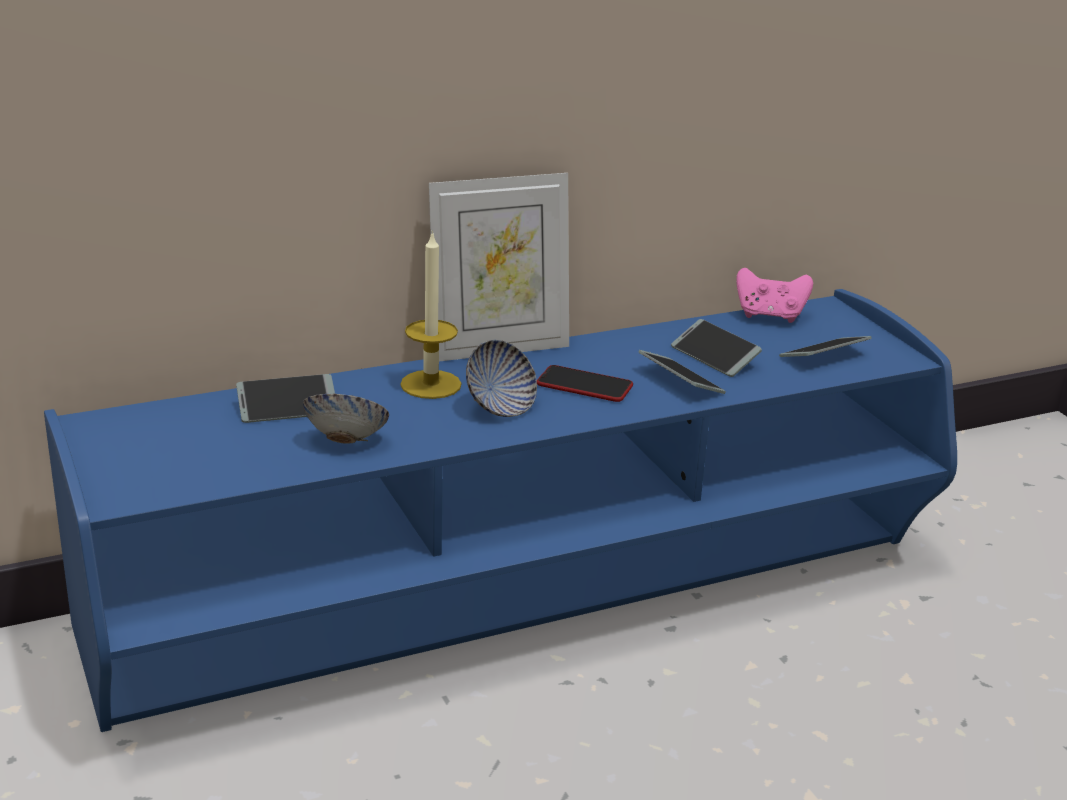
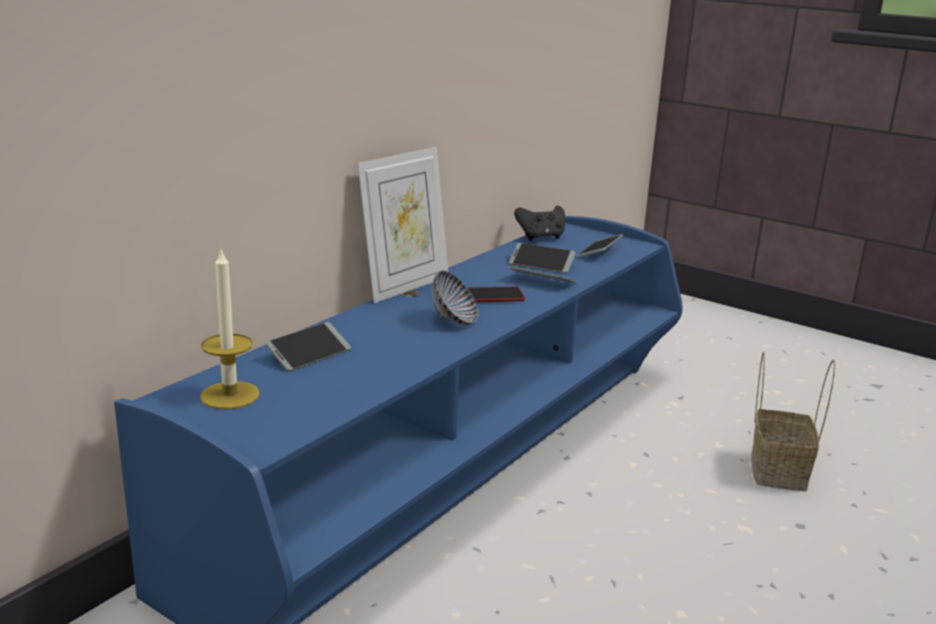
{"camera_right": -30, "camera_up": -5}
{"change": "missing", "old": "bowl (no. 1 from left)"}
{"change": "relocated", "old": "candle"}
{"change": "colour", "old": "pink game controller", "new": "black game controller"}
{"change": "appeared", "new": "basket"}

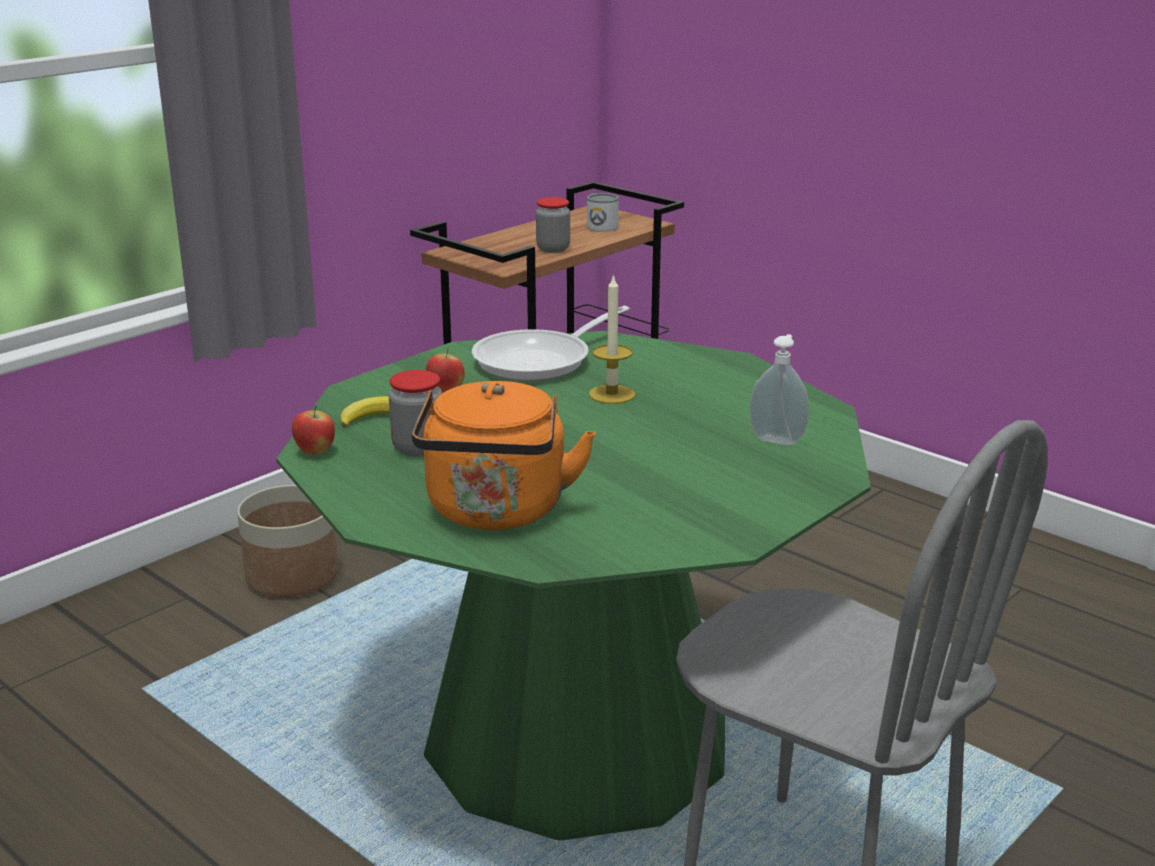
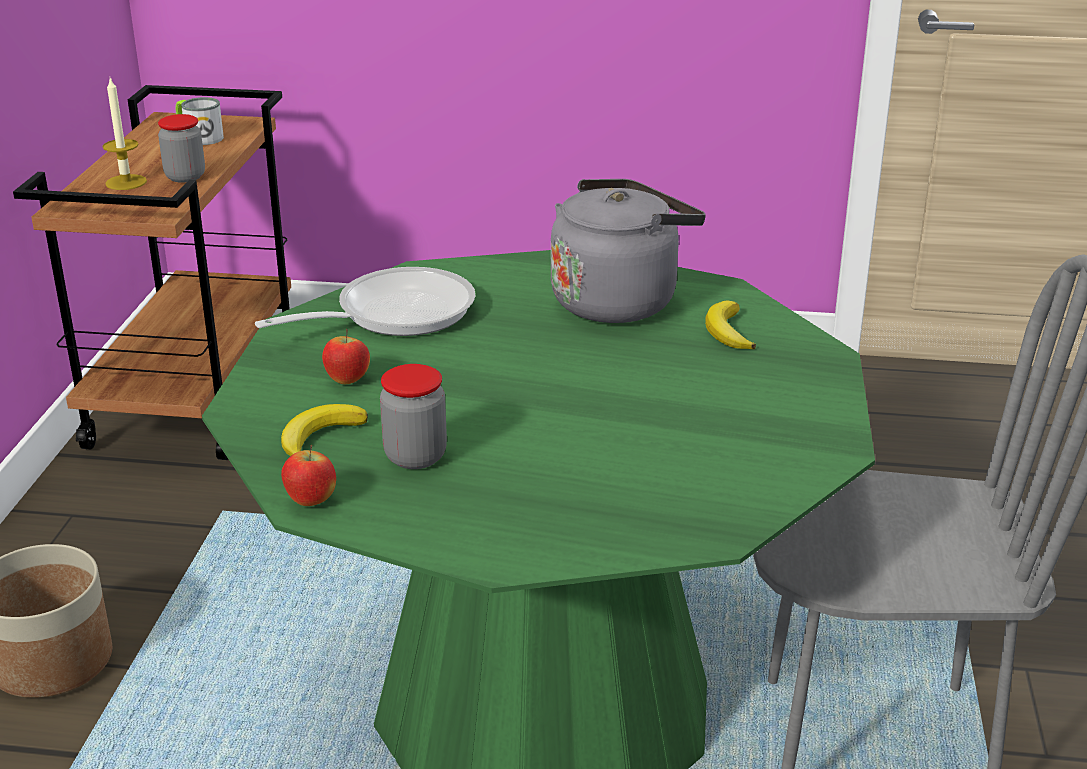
{"camera_right": -35, "camera_up": 5}
{"change": "missing", "old": "orange kettle"}
{"change": "spun", "old": "frying pan", "degrees": -135}
{"change": "relocated", "old": "candle"}
{"change": "exchanged", "old": "soap dispenser", "new": "banana (no. 2 from left)"}
{"change": "appeared", "new": "grey kettle"}

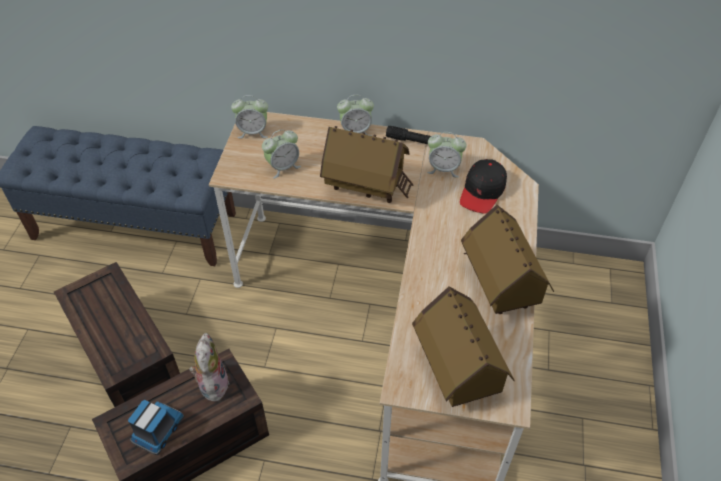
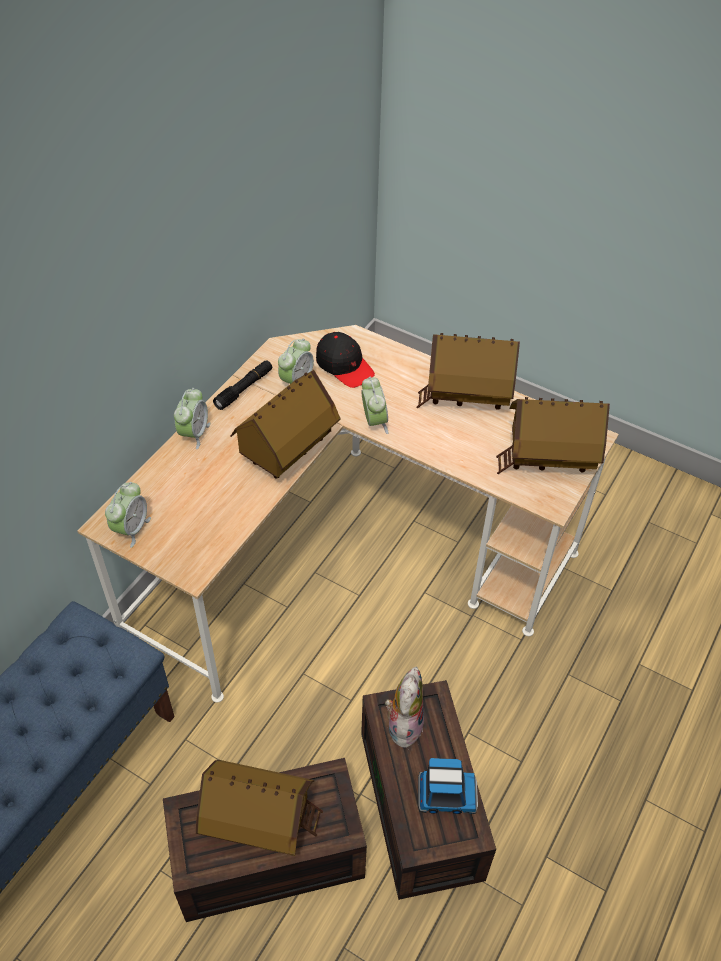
{"camera_right": -70, "camera_up": 0}
{"change": "spun", "old": "toy truck", "degrees": 135}
{"change": "spun", "old": "plush toy", "degrees": 90}
{"change": "relocated", "old": "alarm clock (no. 2 from left in the first image)", "new": "alarm clock (no. 4 from left)"}
{"change": "appeared", "new": "toy house (no. 1 from left)"}

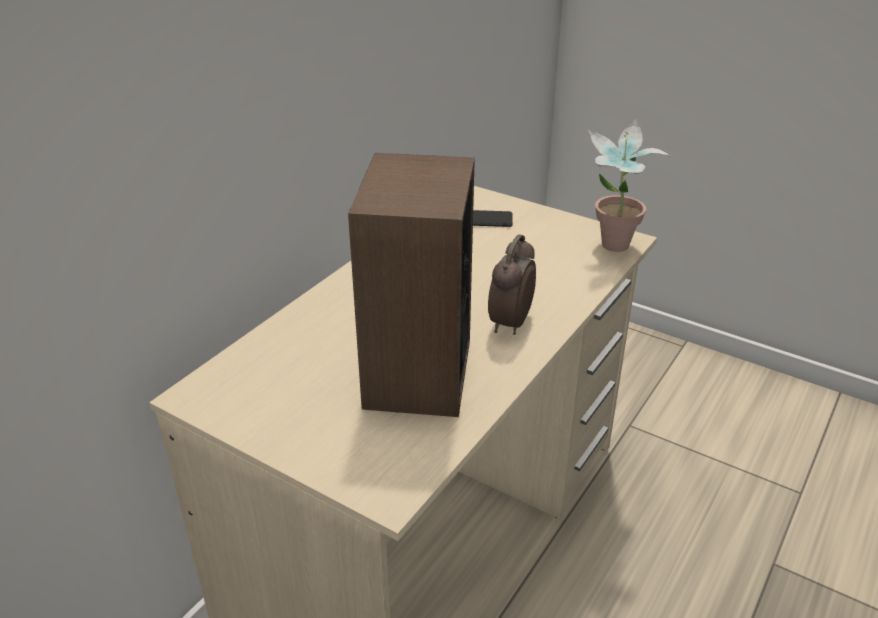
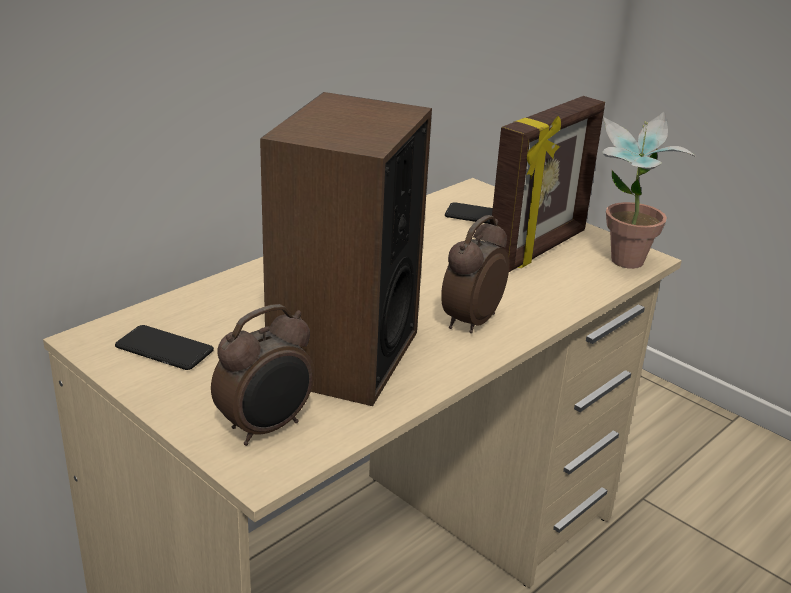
{"camera_right": 10, "camera_up": -5}
{"change": "appeared", "new": "phone (no. 1 from left)"}
{"change": "appeared", "new": "alarm clock (no. 1 from left)"}
{"change": "appeared", "new": "picture frame"}

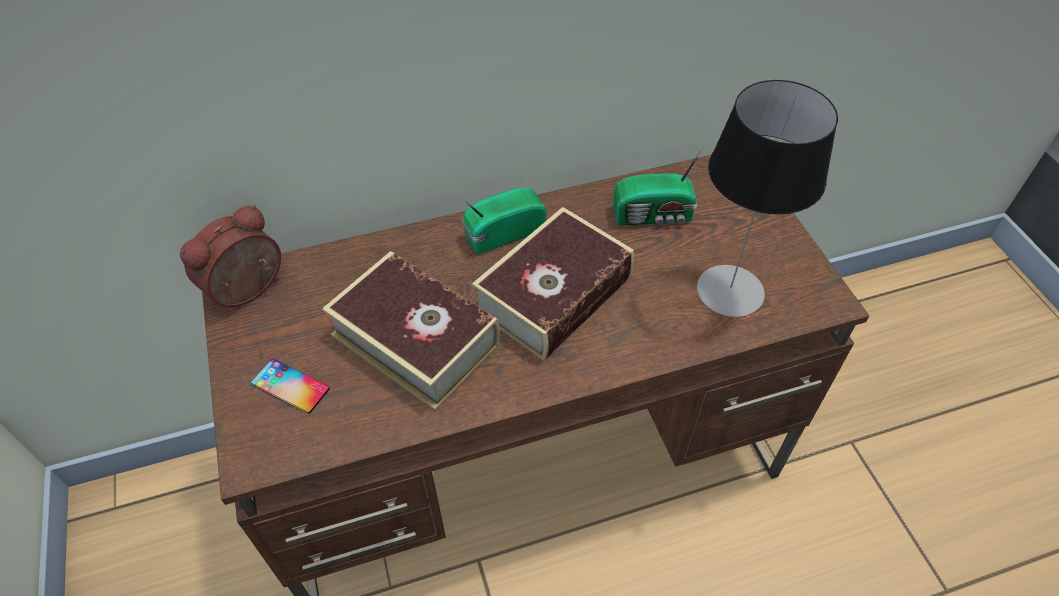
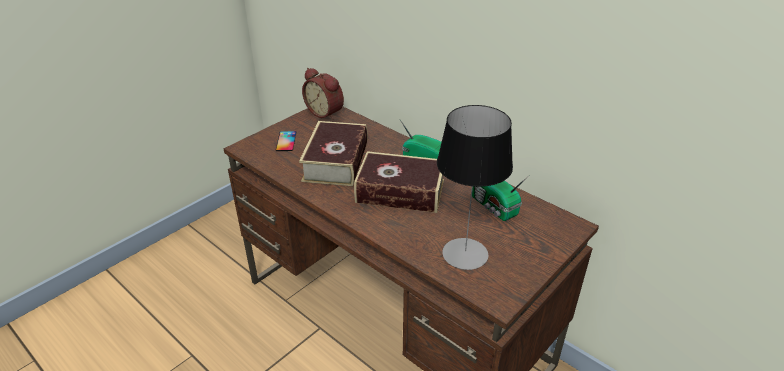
{"camera_right": 60, "camera_up": -15}
{"change": "spun", "old": "alarm clock", "degrees": -150}

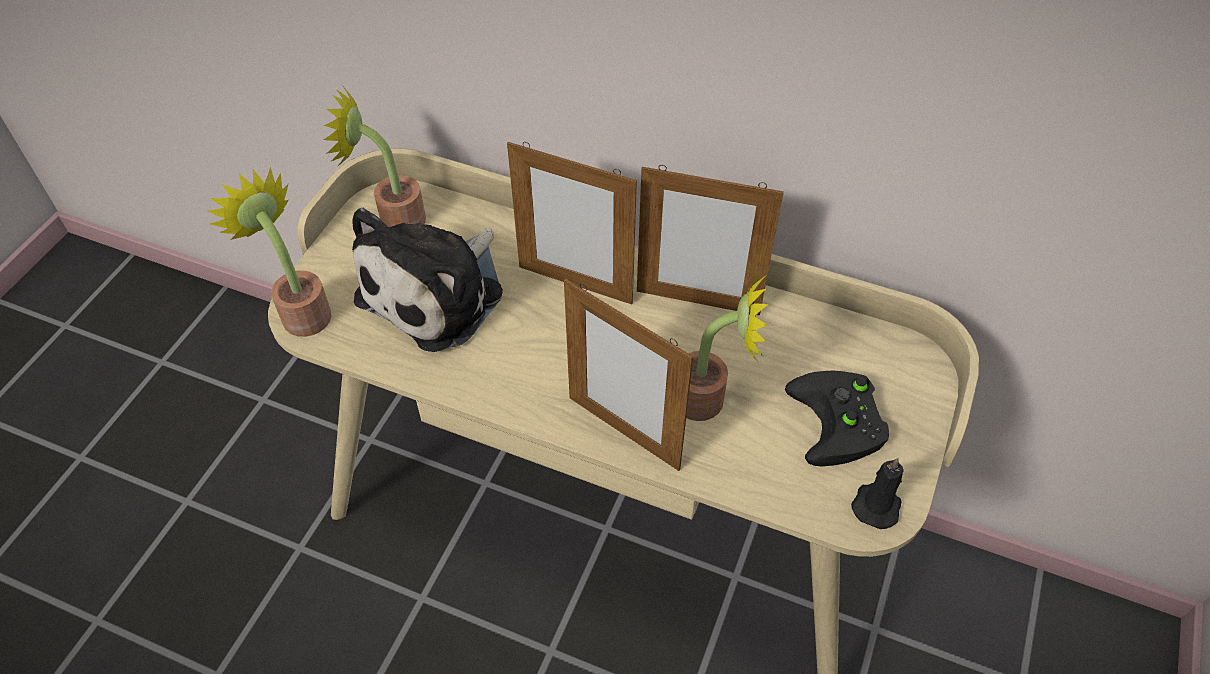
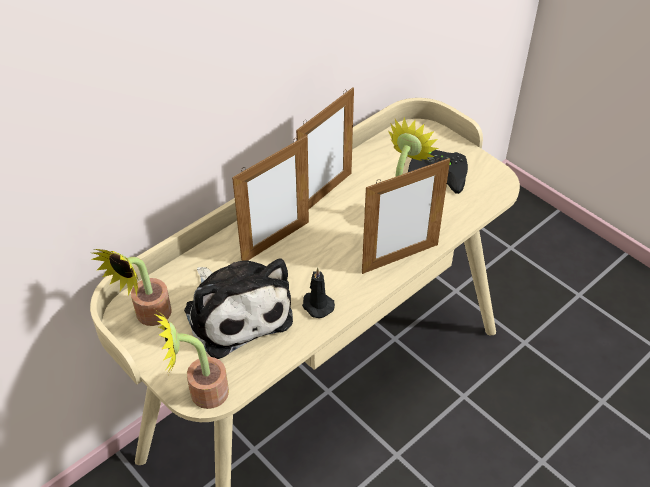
{"camera_right": -65, "camera_up": -5}
{"change": "relocated", "old": "black candle"}

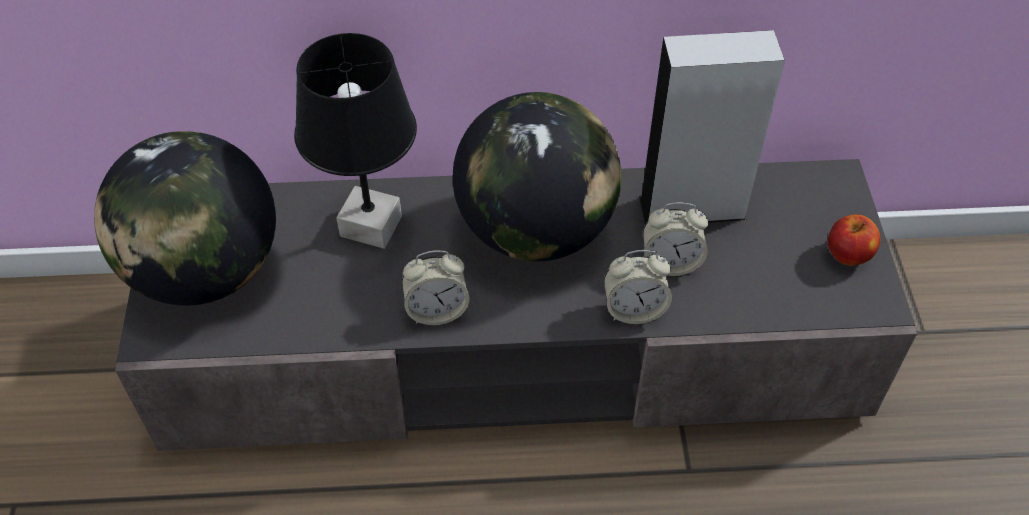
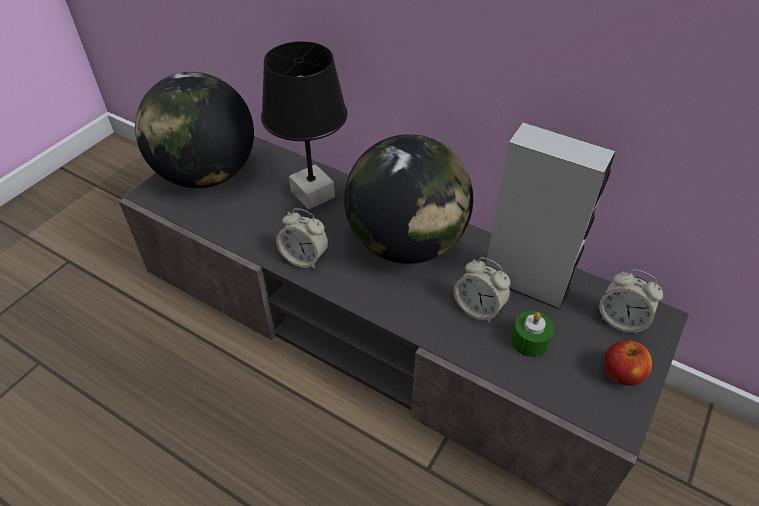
{"camera_right": 35, "camera_up": -5}
{"change": "relocated", "old": "alarm clock (no. 2 from left in the first image)", "new": "alarm clock (no. 3 from left)"}
{"change": "appeared", "new": "green candle"}

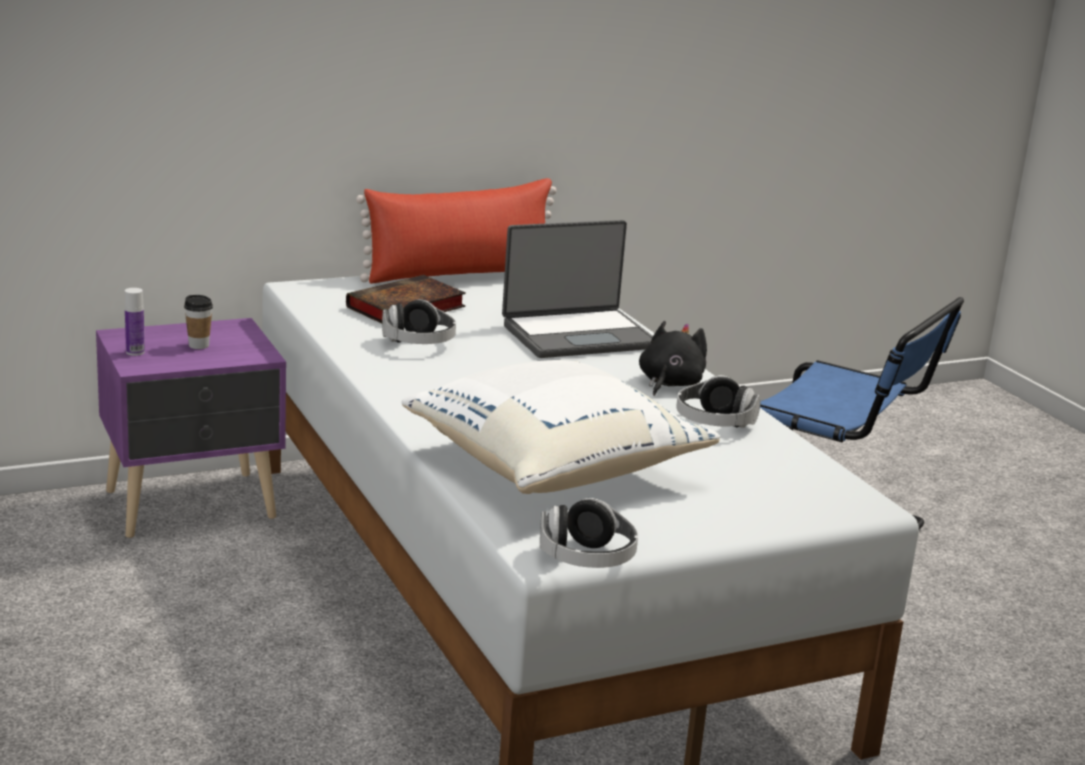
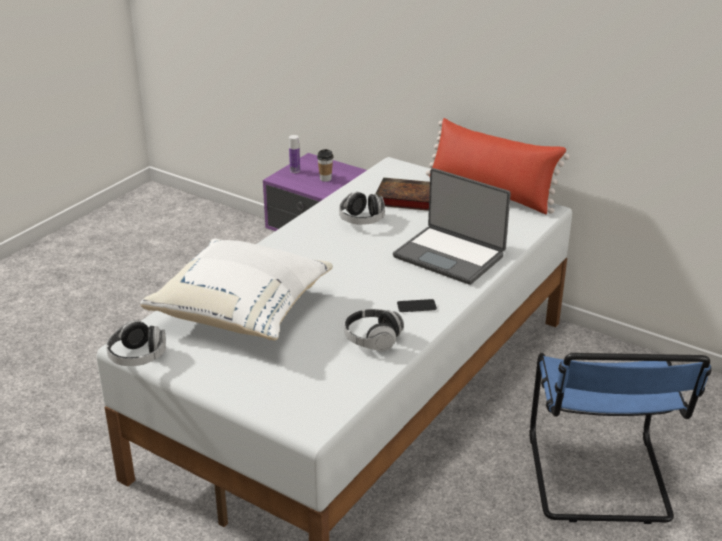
{"camera_right": 60, "camera_up": 10}
{"change": "exchanged", "old": "black plush toy", "new": "phone"}

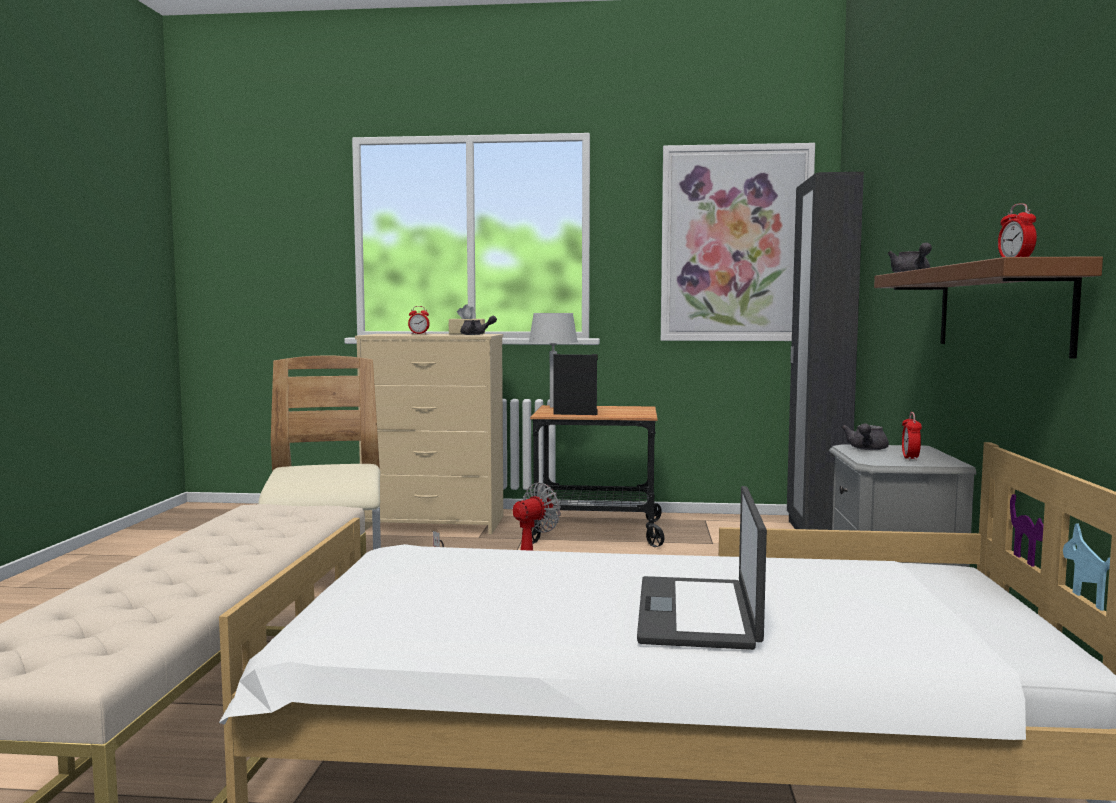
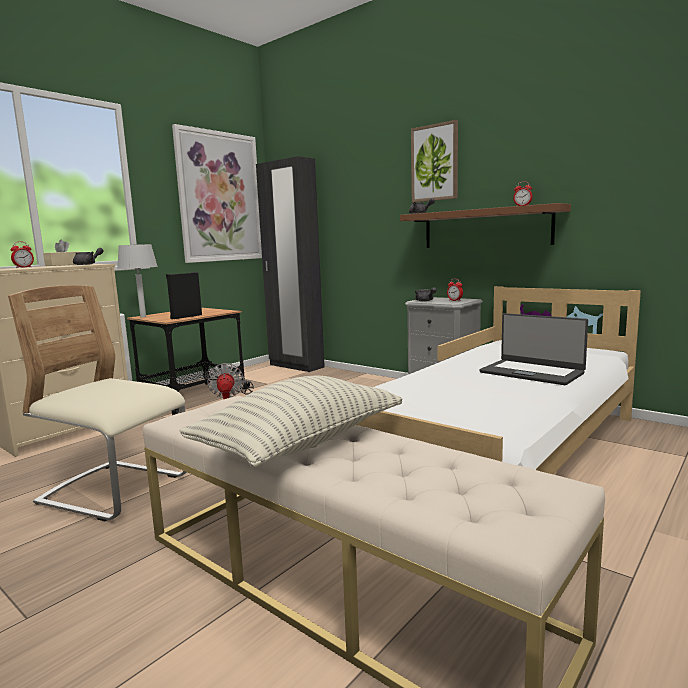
{"camera_right": -55, "camera_up": 5}
{"change": "appeared", "new": "pillow"}
{"change": "appeared", "new": "picture (no. 2 from left)"}

